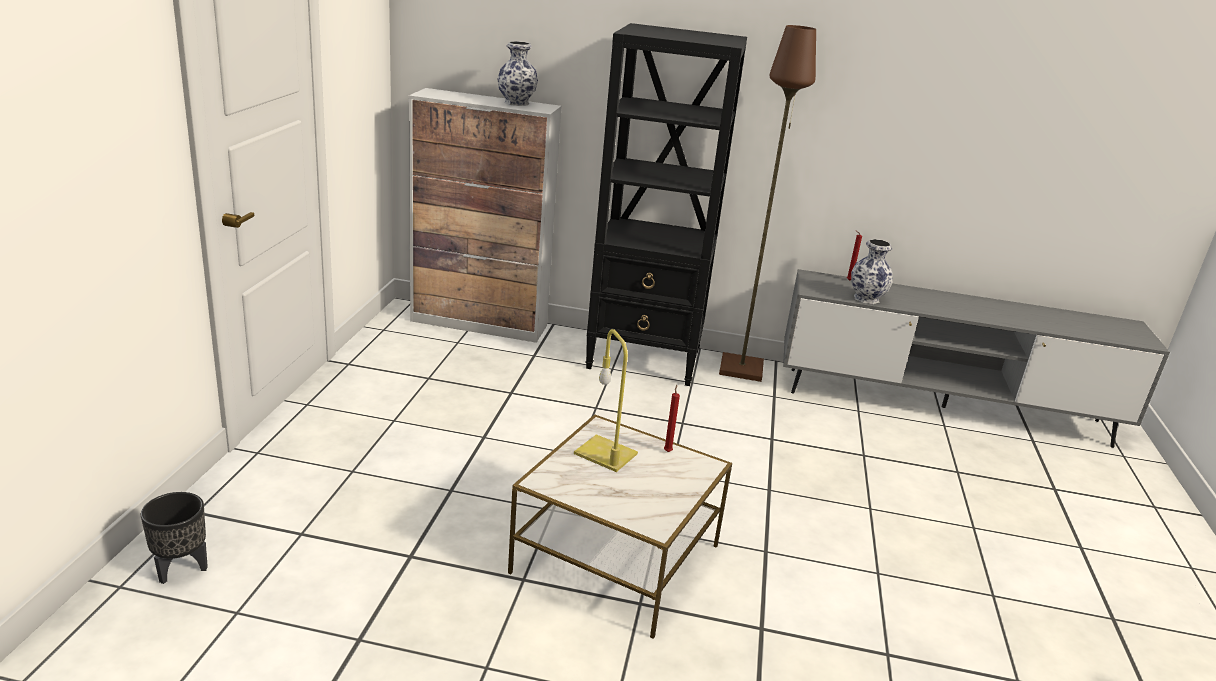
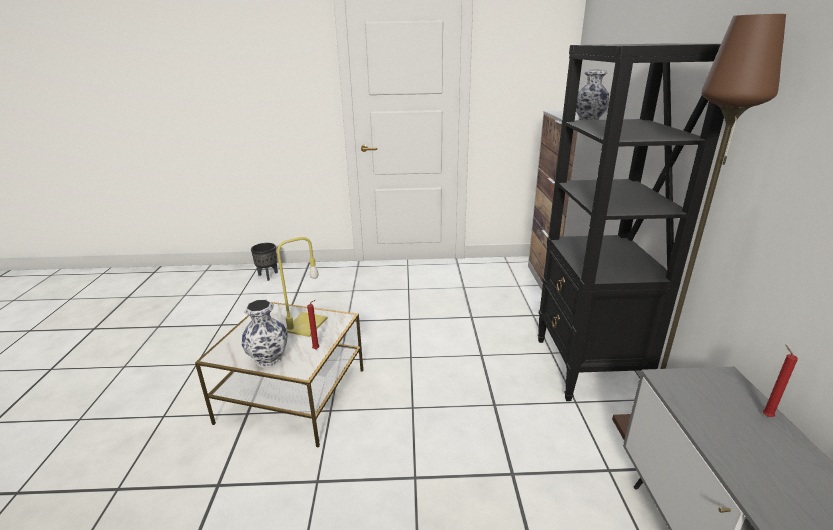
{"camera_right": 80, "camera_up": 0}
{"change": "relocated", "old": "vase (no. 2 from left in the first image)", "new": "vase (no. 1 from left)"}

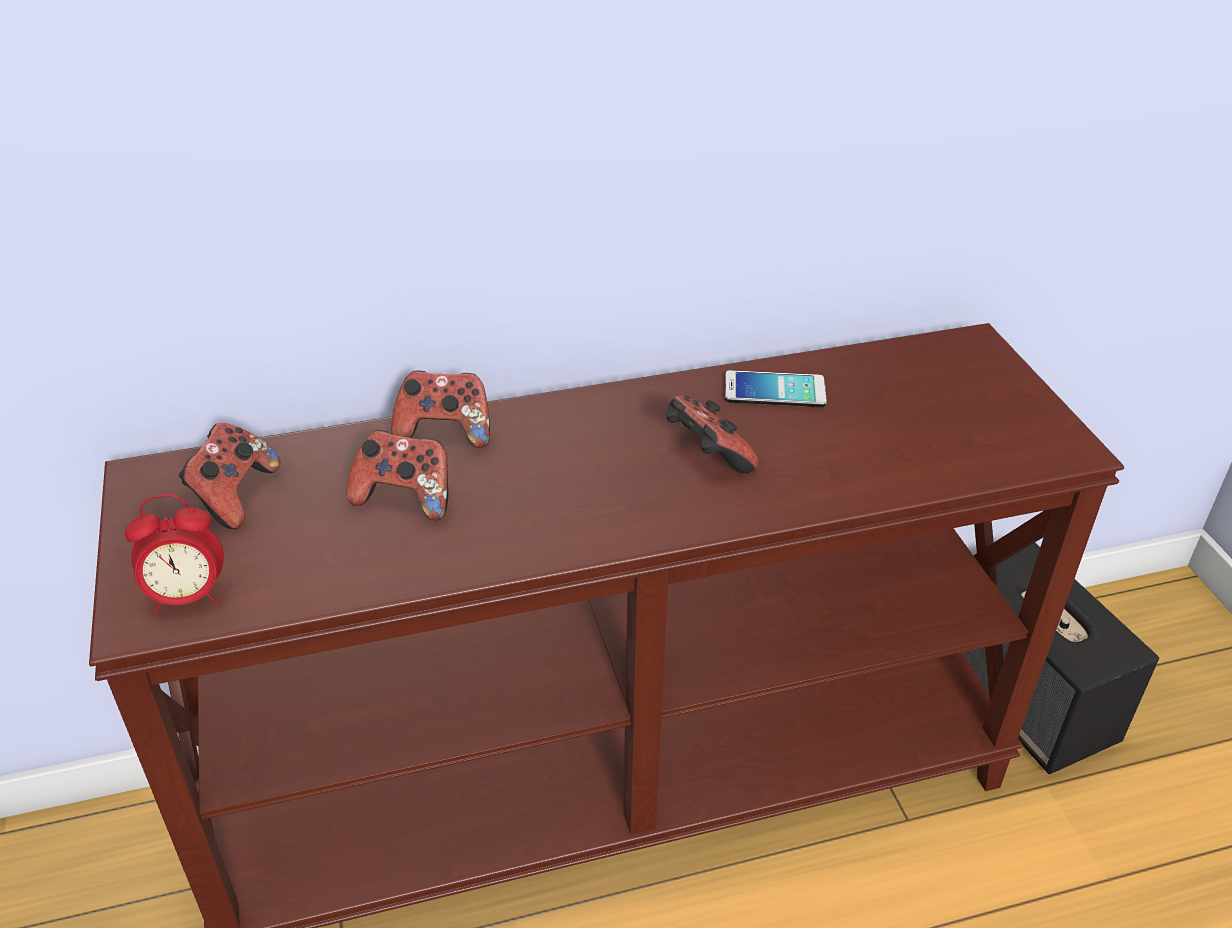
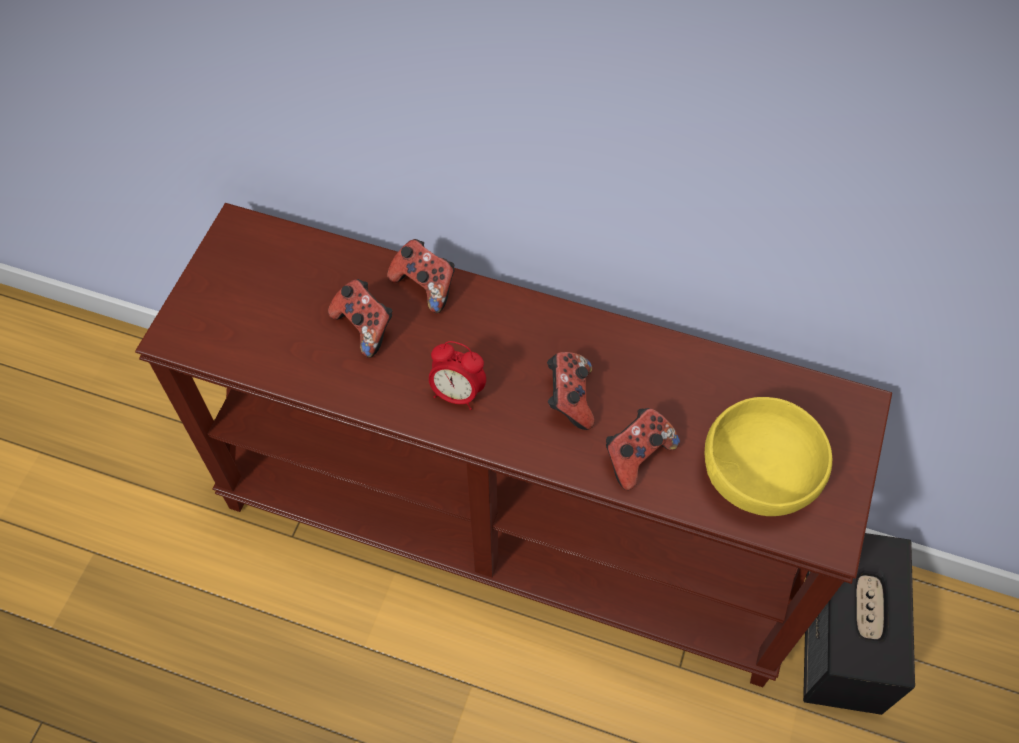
{"camera_right": 35, "camera_up": 20}
{"change": "relocated", "old": "alarm clock"}
{"change": "relocated", "old": "game controller (no. 1 from left in the first image)", "new": "game controller (no. 4 from left)"}
{"change": "missing", "old": "phone"}
{"change": "appeared", "new": "yellow bowl"}

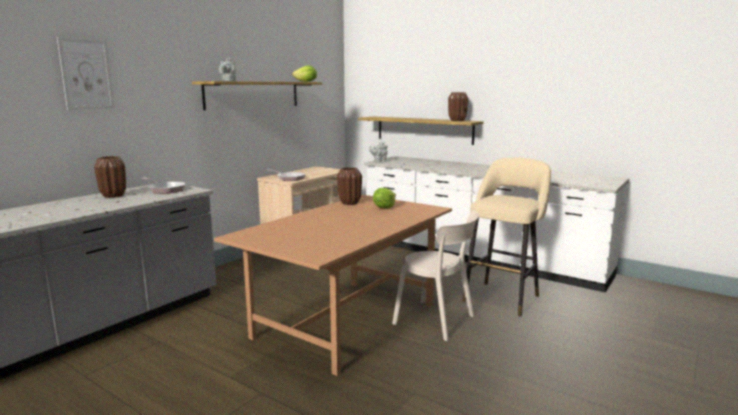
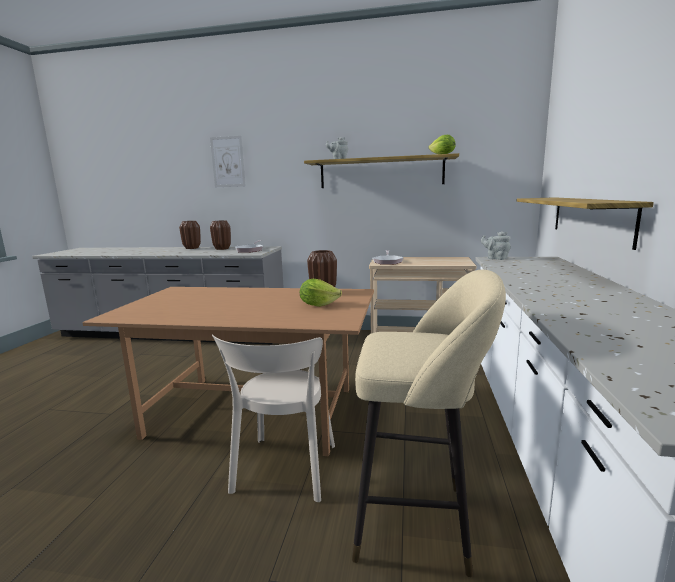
{"camera_right": 65, "camera_up": 0}
{"change": "relocated", "old": "brown vase (no. 3 from left in the first image)", "new": "brown vase (no. 1 from left)"}

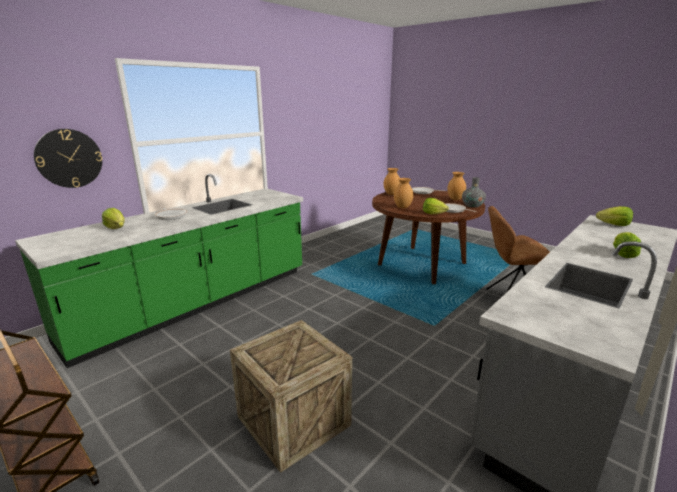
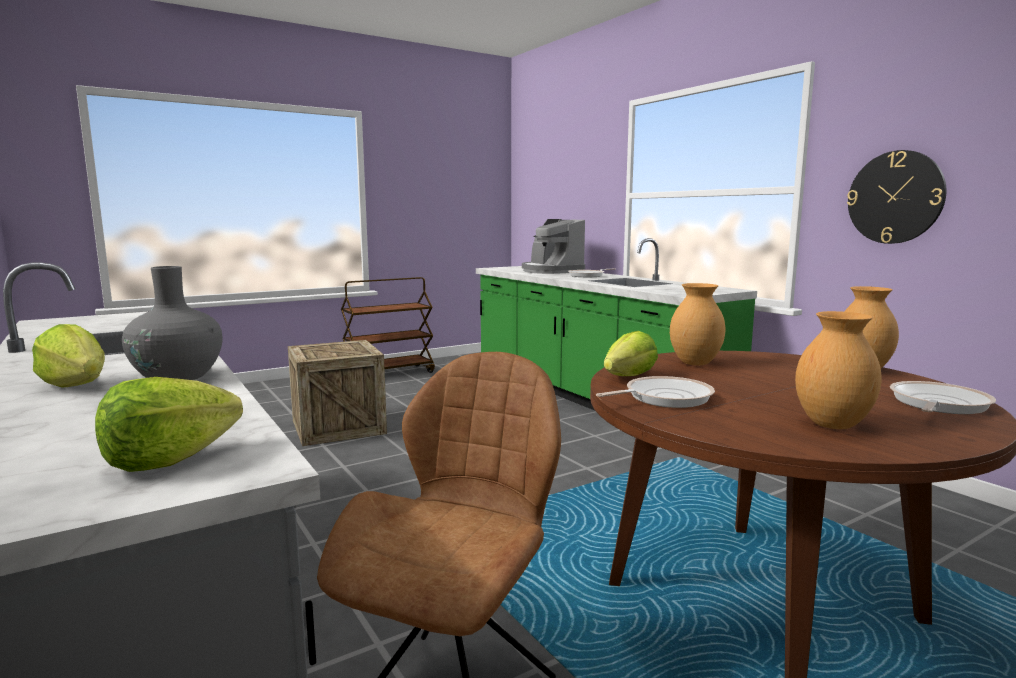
{"camera_right": 105, "camera_up": -10}
{"change": "relocated", "old": "wall clock"}
{"change": "exchanged", "old": "lettuce (no. 1 from left)", "new": "coffee machine"}
{"change": "relocated", "old": "grey vase"}

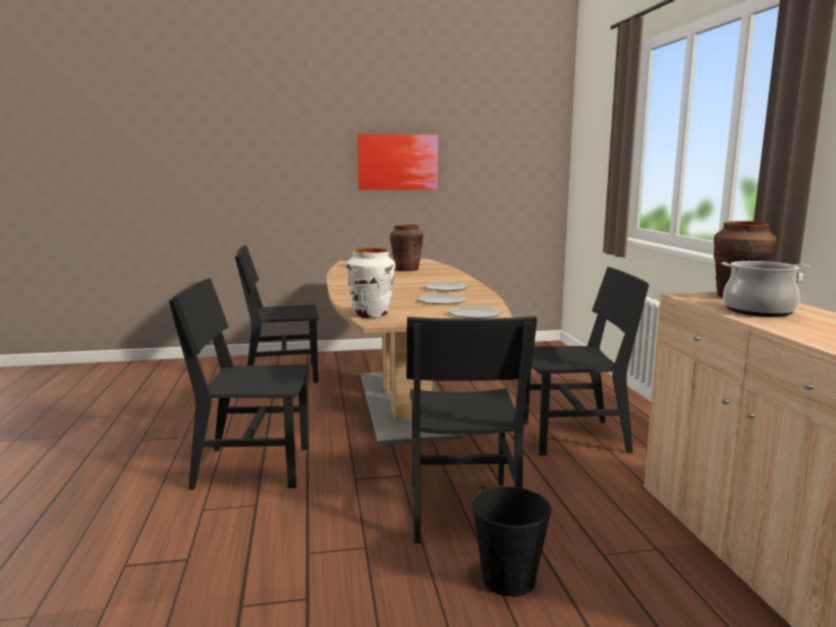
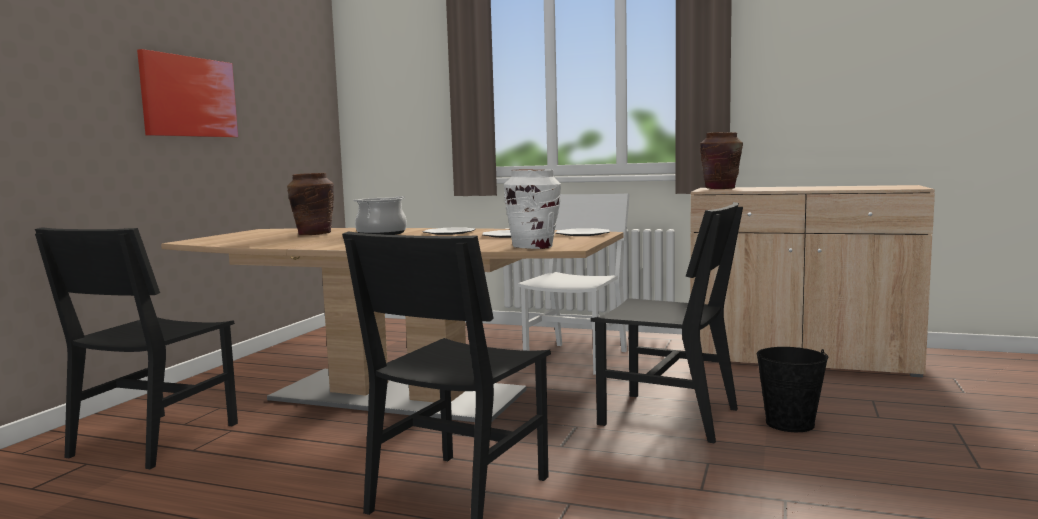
{"camera_right": -60, "camera_up": -5}
{"change": "colour", "old": "black chair (no. 4 from left)", "new": "white chair"}
{"change": "relocated", "old": "cooking pot"}

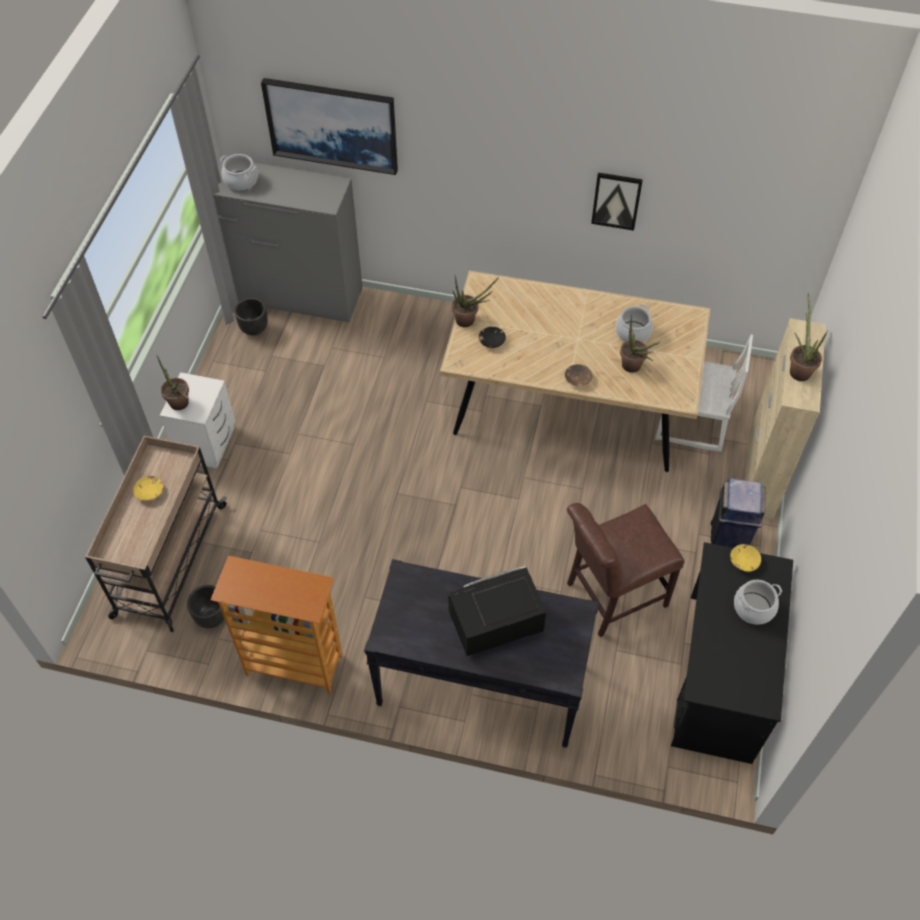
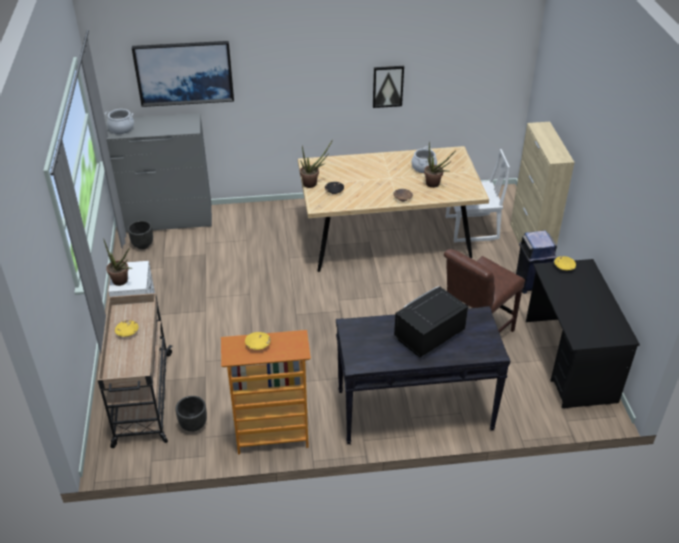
{"camera_right": -20, "camera_up": -15}
{"change": "missing", "old": "cooking pot (no. 3 from left)"}
{"change": "missing", "old": "potted plant (no. 4 from left)"}
{"change": "appeared", "new": "yellow bowl (no. 2 from left)"}

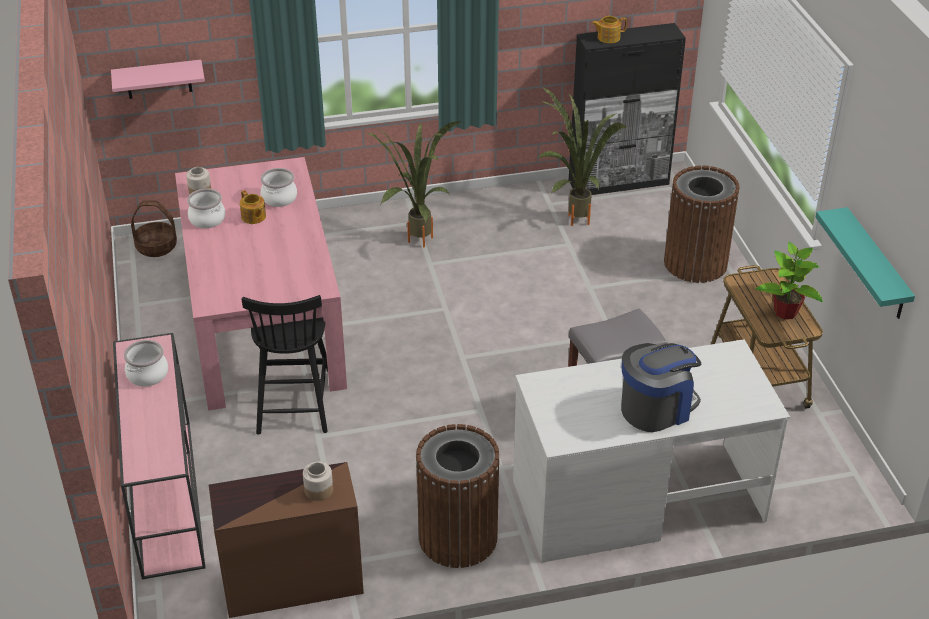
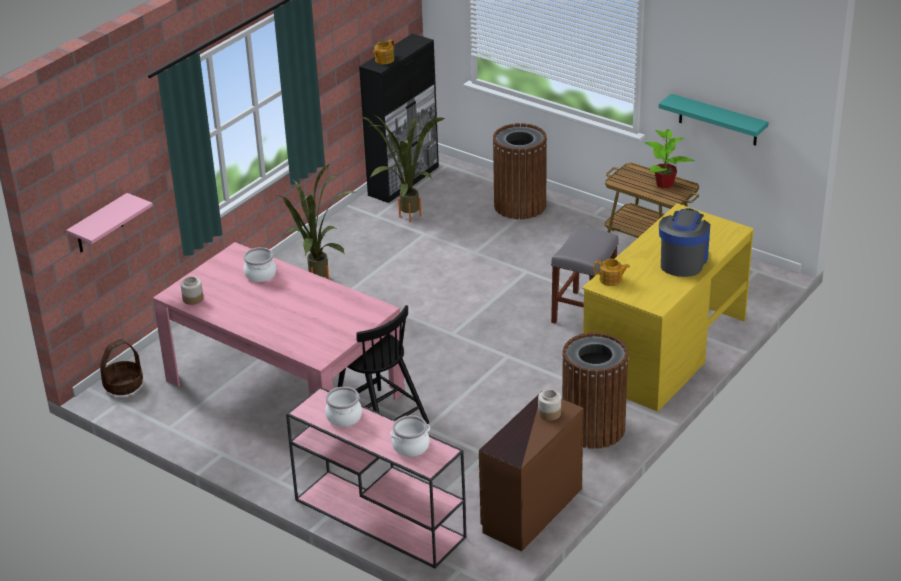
{"camera_right": -40, "camera_up": -5}
{"change": "relocated", "old": "cooking pot (no. 2 from left in the first image)", "new": "cooking pot (no. 3 from left)"}
{"change": "relocated", "old": "teapot (no. 1 from left in the first image)", "new": "teapot (no. 2 from left)"}
{"change": "colour", "old": "white desk", "new": "yellow desk"}

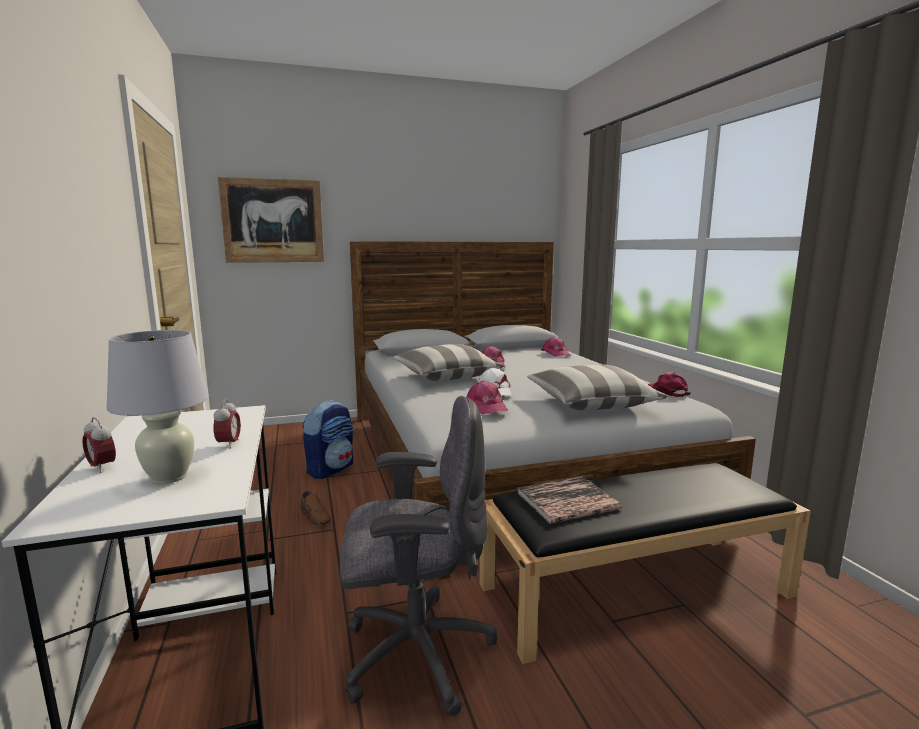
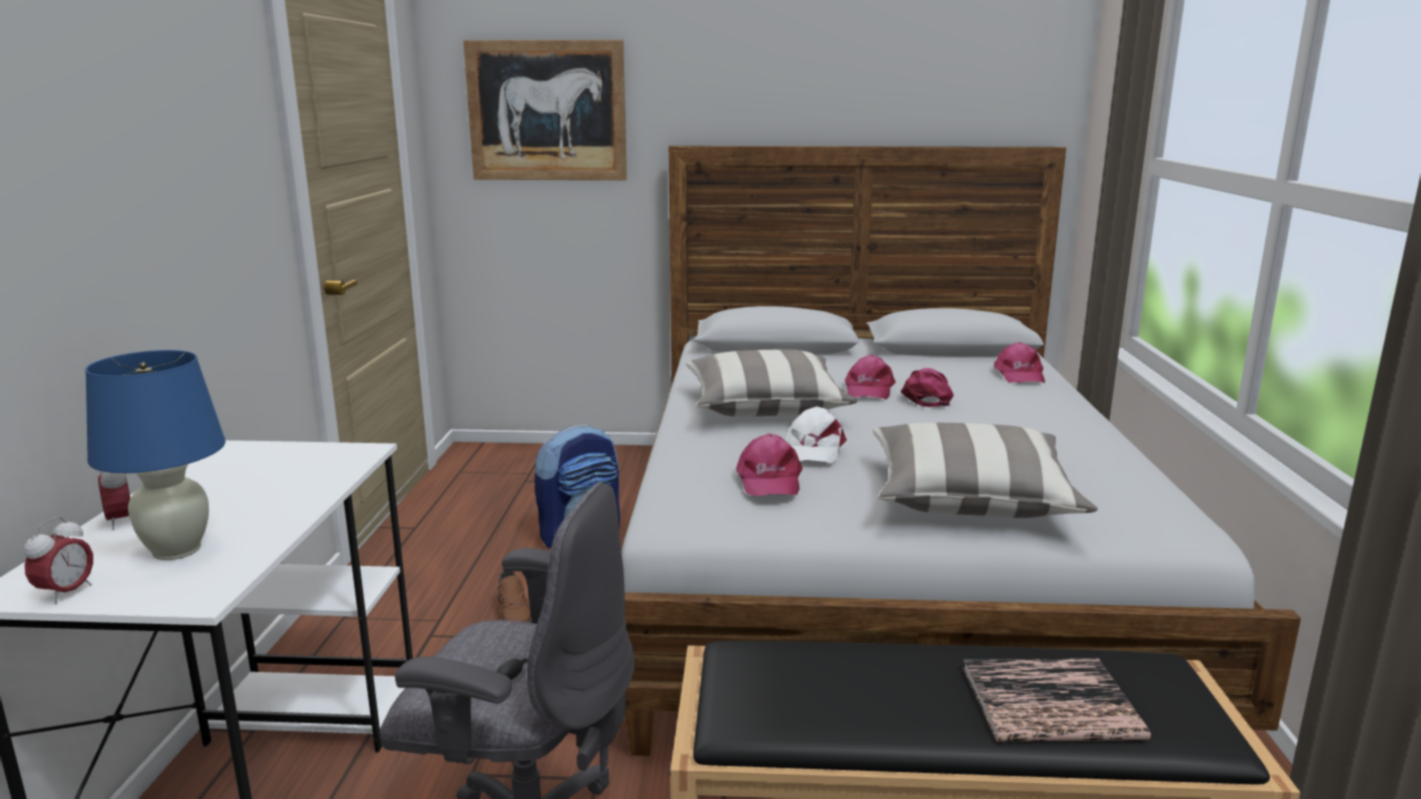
{"camera_right": 20, "camera_up": 5}
{"change": "colour", "old": "white table lamp", "new": "blue table lamp"}
{"change": "relocated", "old": "alarm clock (no. 2 from left in the first image)", "new": "alarm clock (no. 1 from left)"}
{"change": "relocated", "old": "book"}
{"change": "relocated", "old": "pink cap (no. 4 from left in the first image)", "new": "pink cap (no. 3 from left)"}

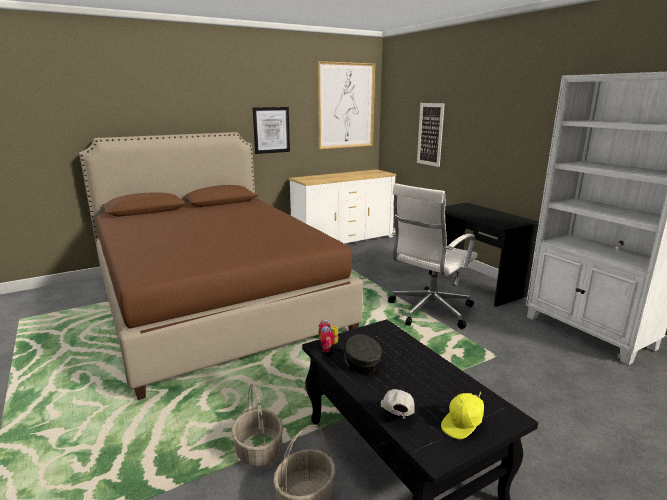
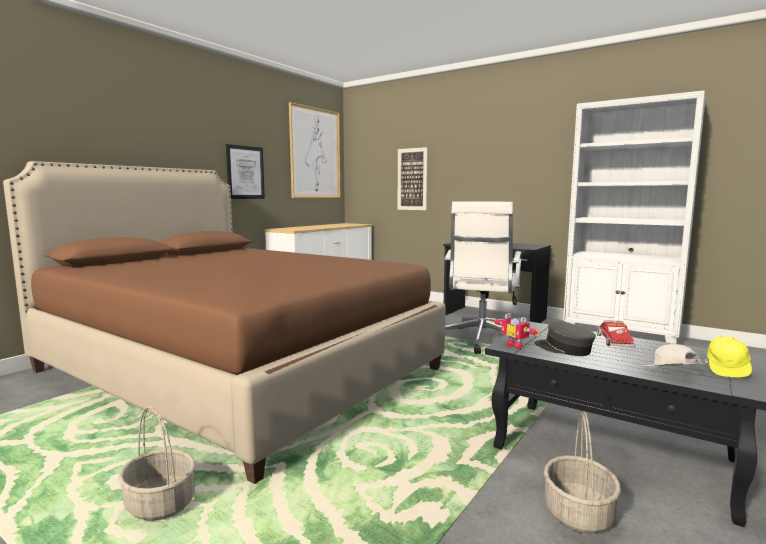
{"camera_right": -25, "camera_up": -10}
{"change": "relocated", "old": "basket (no. 1 from left)"}
{"change": "appeared", "new": "toy truck"}

